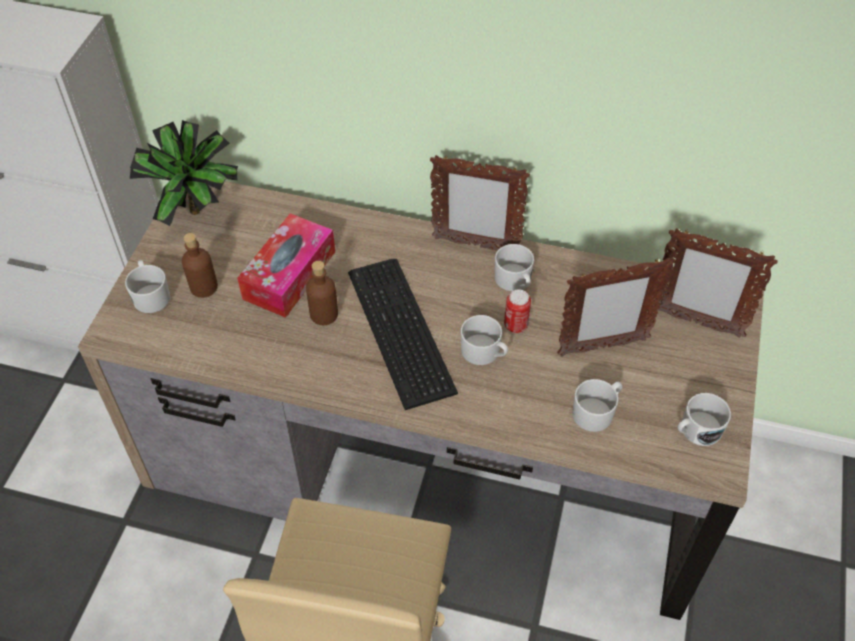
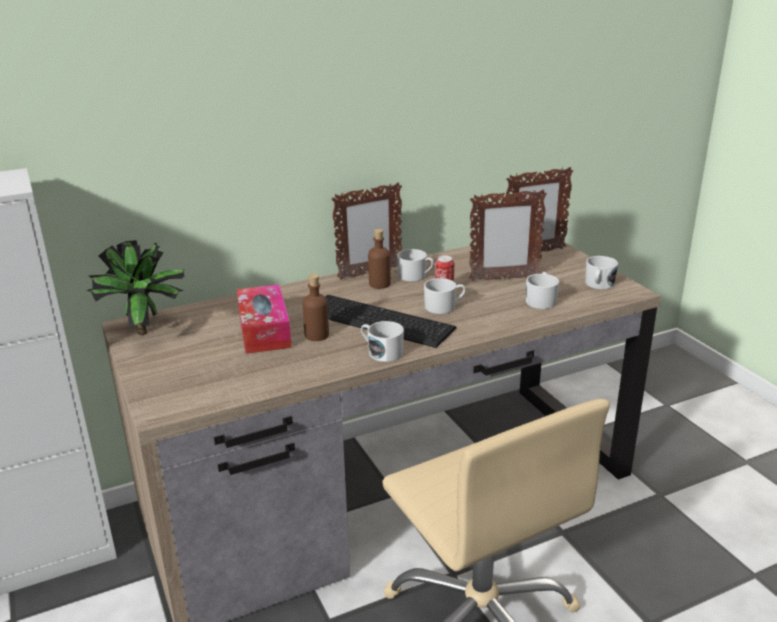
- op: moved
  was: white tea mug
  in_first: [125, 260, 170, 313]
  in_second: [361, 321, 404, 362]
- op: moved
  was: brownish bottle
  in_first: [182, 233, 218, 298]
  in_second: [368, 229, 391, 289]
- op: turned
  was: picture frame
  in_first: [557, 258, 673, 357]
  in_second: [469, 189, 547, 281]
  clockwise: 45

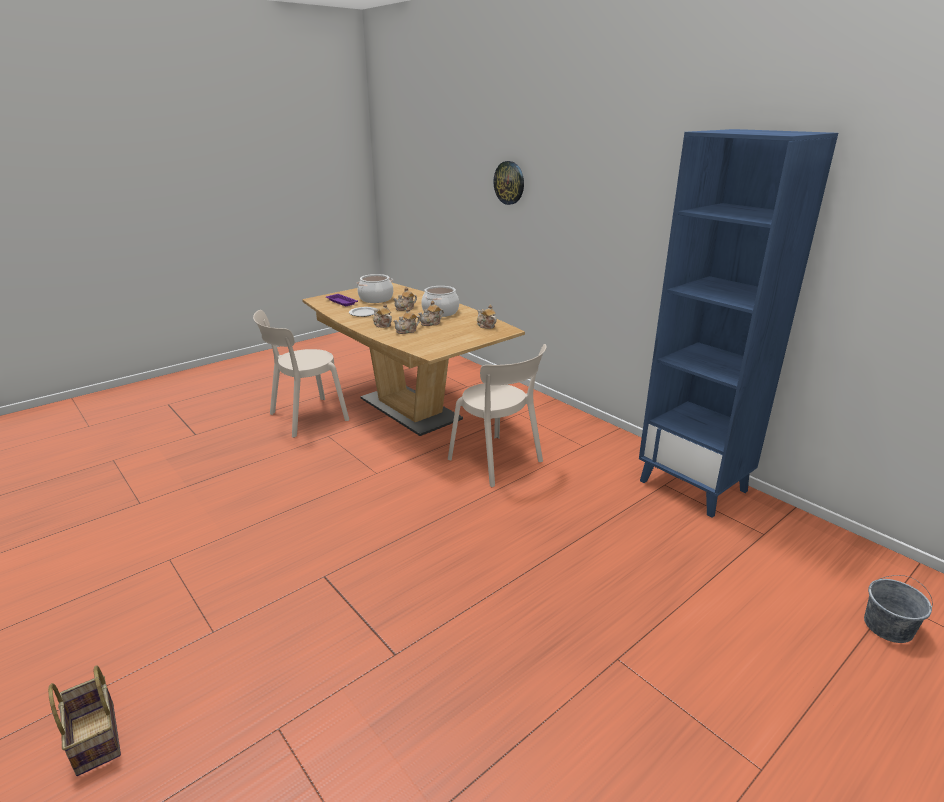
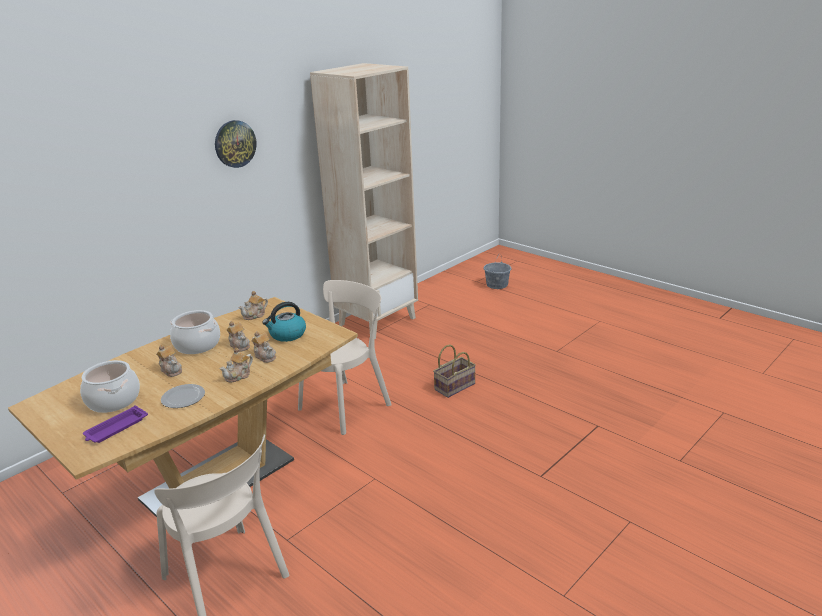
- op: moved
  was: clock on the wall
  in_first: [493, 161, 524, 205]
  in_second: [215, 120, 257, 168]
- op: added
  now: water kettle
  in_second: [262, 302, 306, 342]
- op: recoloured
  was: blue bookshelf
  now: sand-coloured bookshelf
  in_first: [639, 129, 838, 518]
  in_second: [310, 63, 418, 340]
- op: moved
  was: storage basket
  in_first: [48, 665, 121, 776]
  in_second: [433, 344, 476, 398]

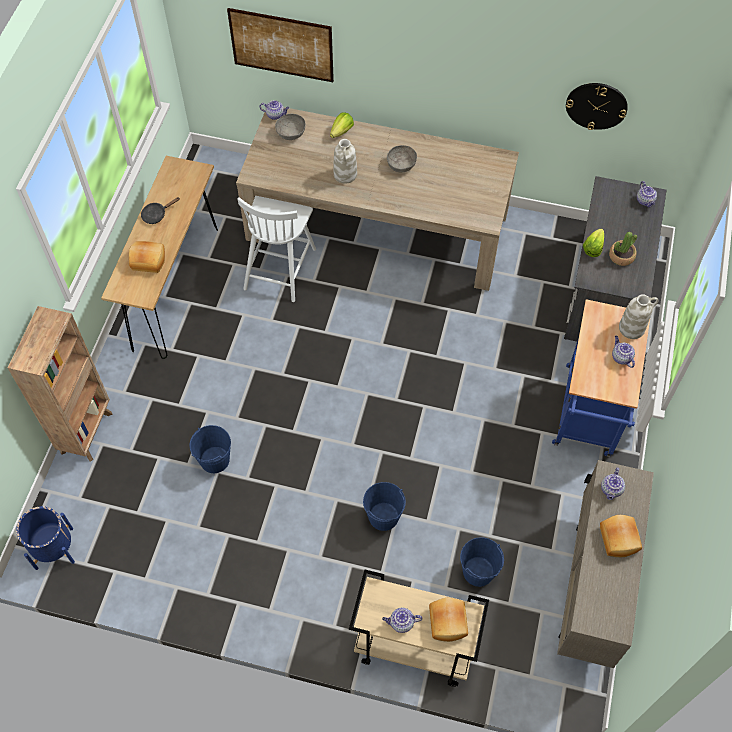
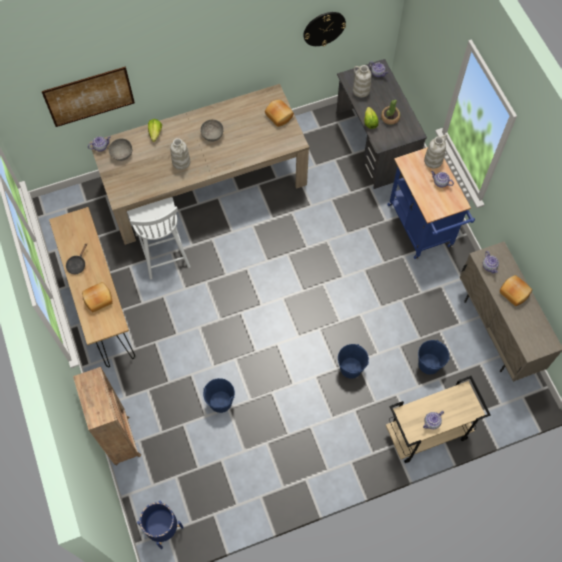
- op: moved
  was: bakery bread
  in_first: [429, 598, 468, 642]
  in_second: [265, 100, 294, 127]
- op: added
  now: white flower vase
  in_second: [353, 65, 371, 97]

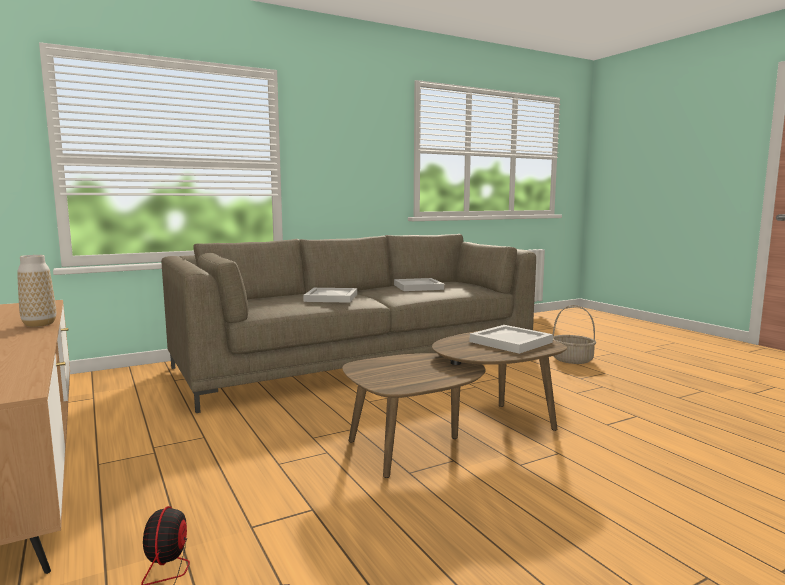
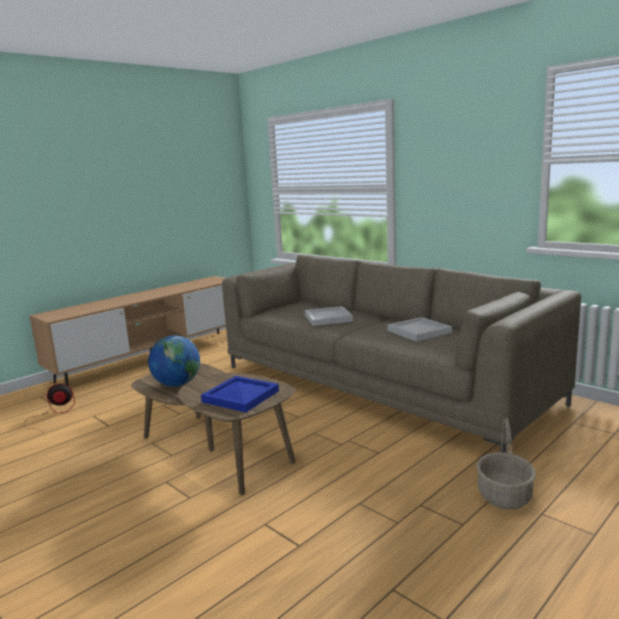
- op: added
  now: desk globe
  in_second: [148, 336, 200, 387]
- op: recoloured
  was: white serving tray
  now: blue serving tray
  in_first: [470, 325, 553, 354]
  in_second: [201, 376, 279, 412]
- op: removed
  was: flower vase
  in_first: [17, 255, 56, 327]

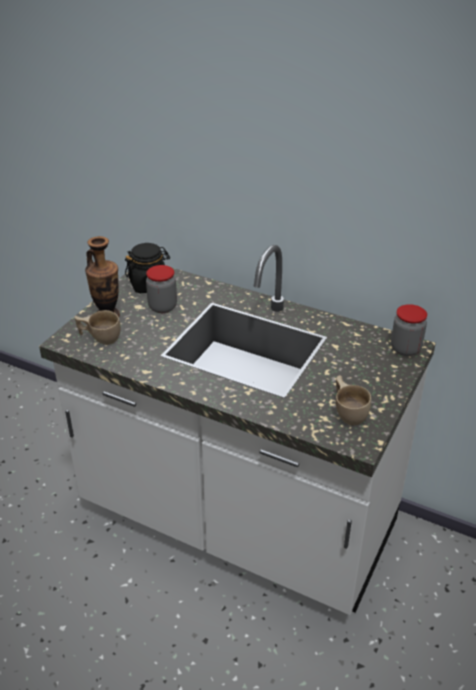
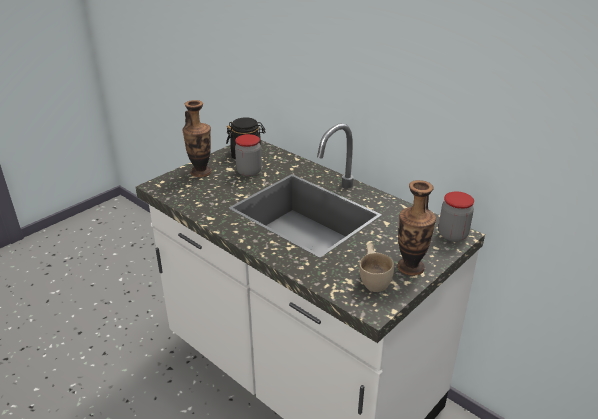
- op: added
  now: flower vase
  in_second: [397, 180, 436, 276]
- op: removed
  was: sand-coloured small cup
  in_first: [75, 310, 121, 345]

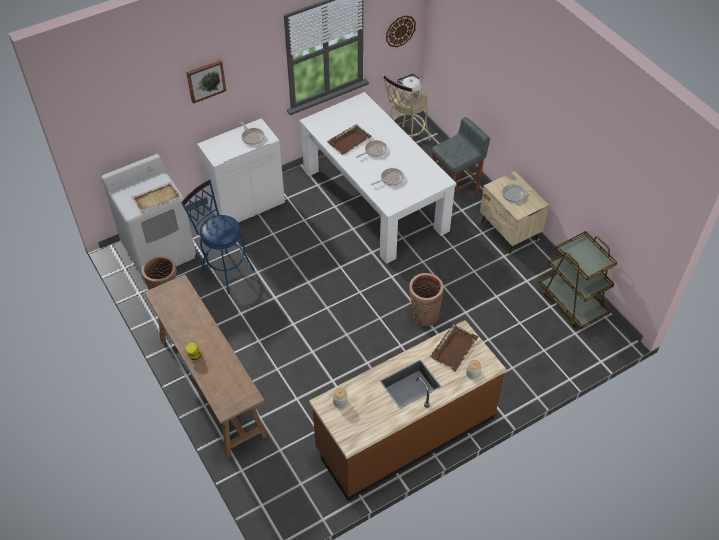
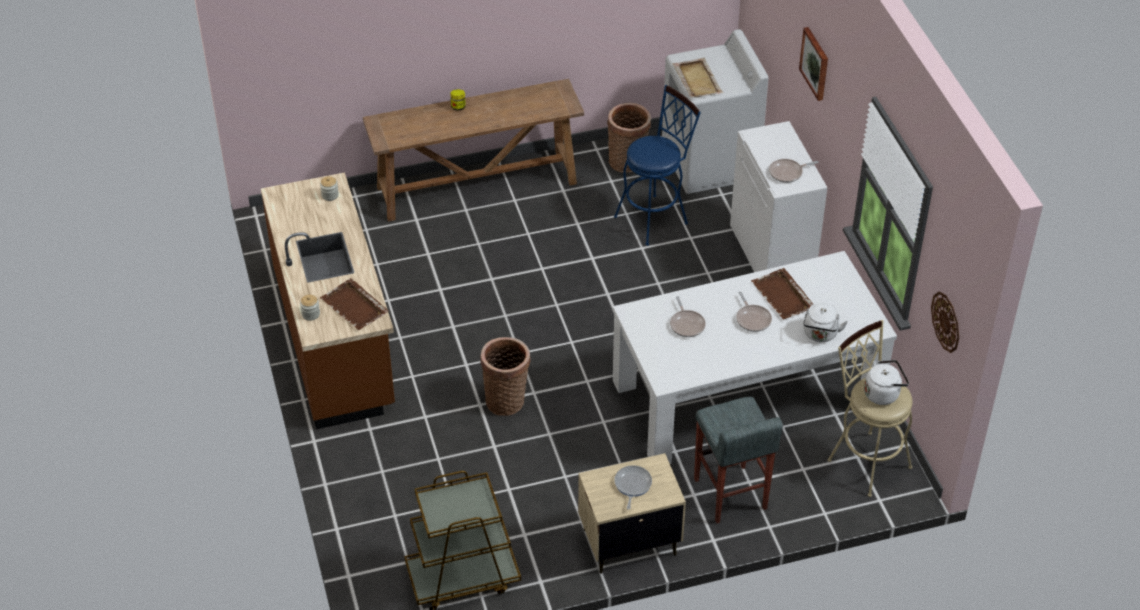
- op: added
  now: white water kettle
  in_second: [803, 302, 848, 342]

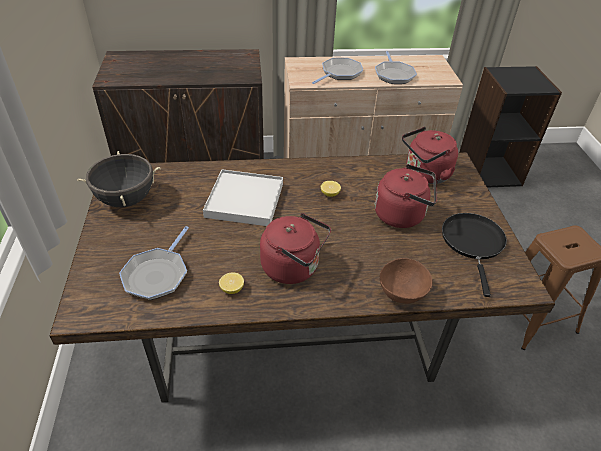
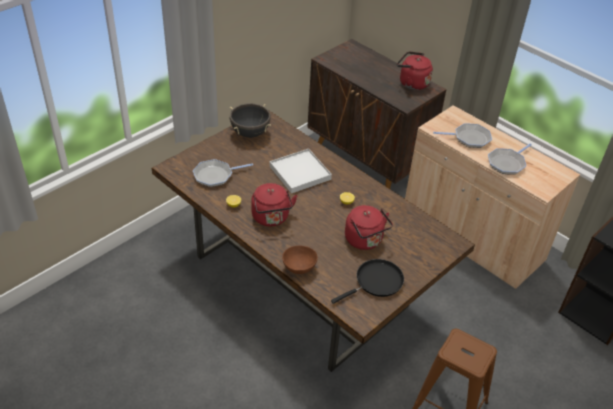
- op: moved
  was: red water kettle
  in_first: [402, 127, 458, 184]
  in_second: [397, 51, 433, 90]

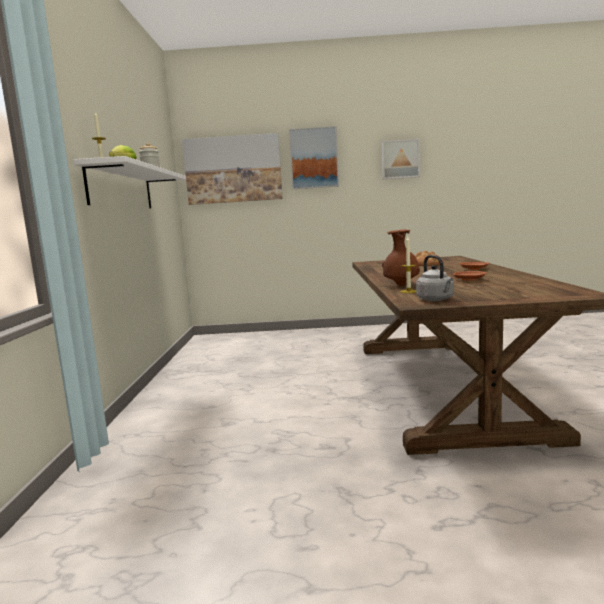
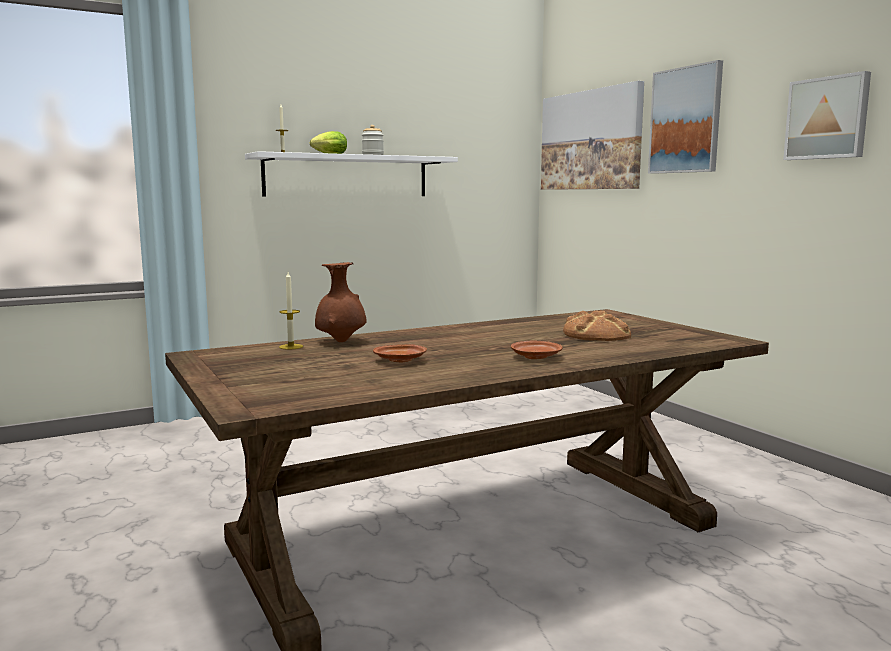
- op: removed
  was: greyish water kettle
  in_first: [416, 255, 454, 301]

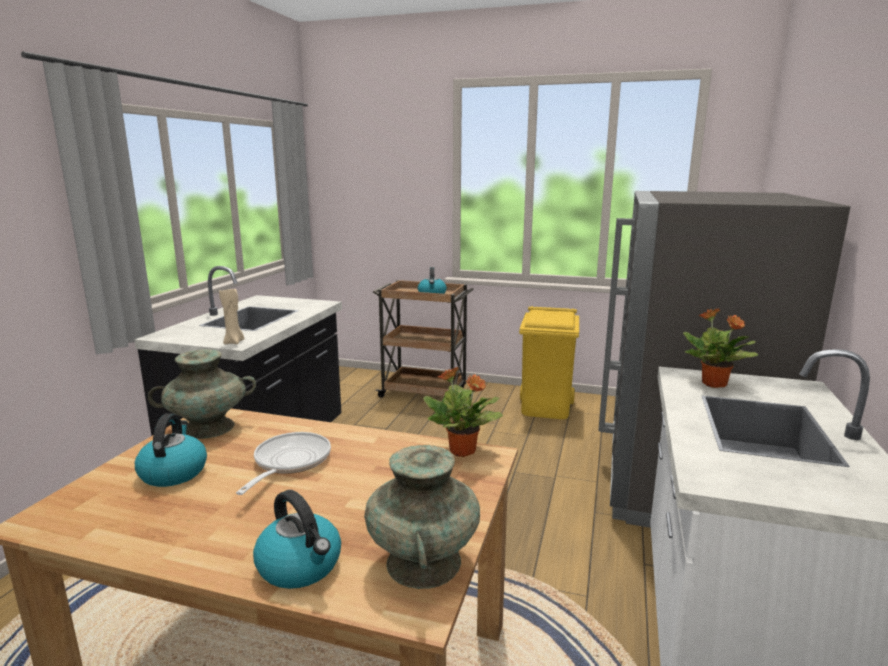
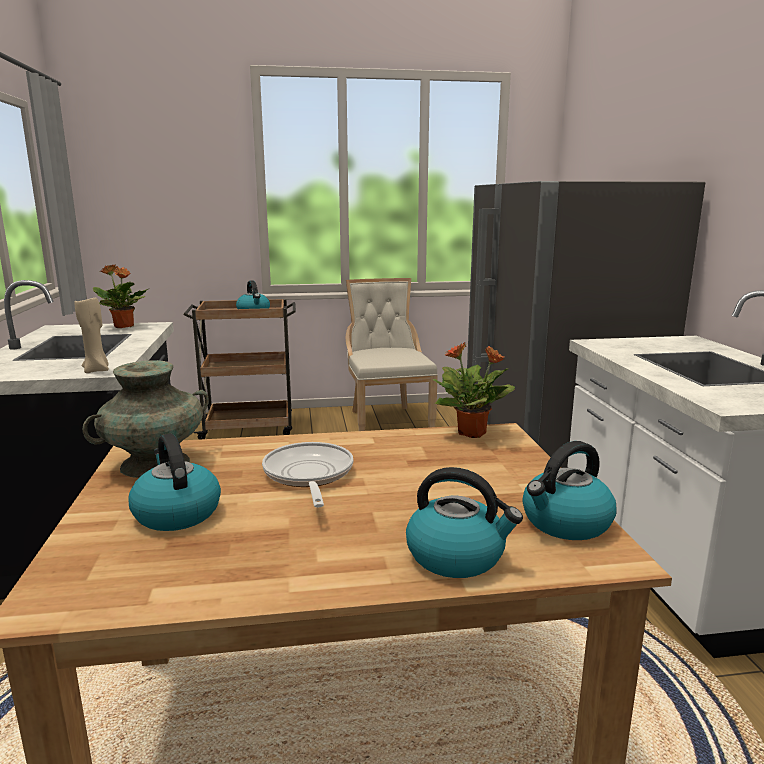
- op: moved
  was: houseplant
  in_first: [683, 308, 759, 388]
  in_second: [93, 265, 148, 328]
- op: replaced
  was: yellow trash can
  now: sand-coloured chair
  in_first: [519, 306, 579, 419]
  in_second: [346, 278, 438, 431]
- op: replaced
  was: turquoise-coloured flower vase
  now: water kettle
  in_first: [364, 445, 480, 589]
  in_second: [522, 441, 617, 540]

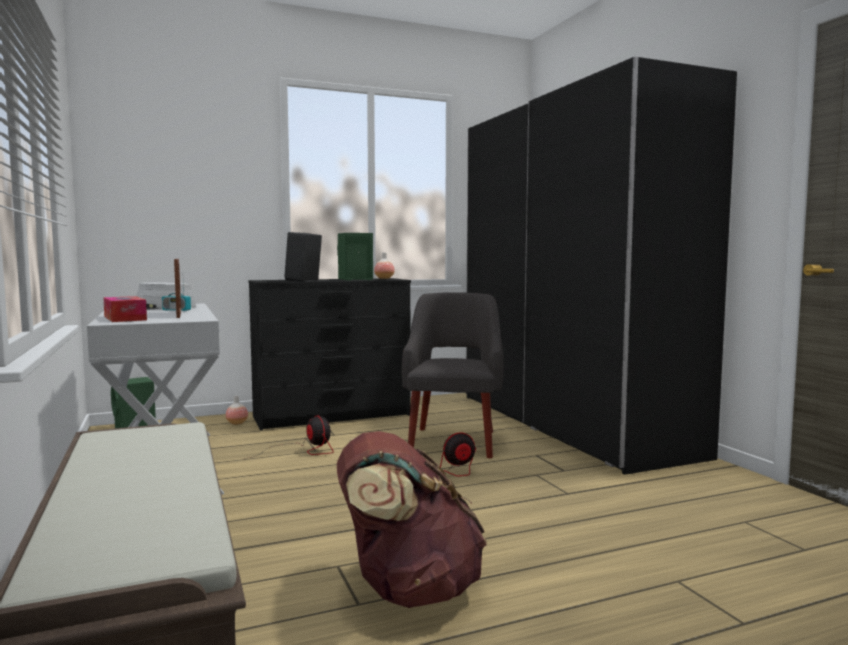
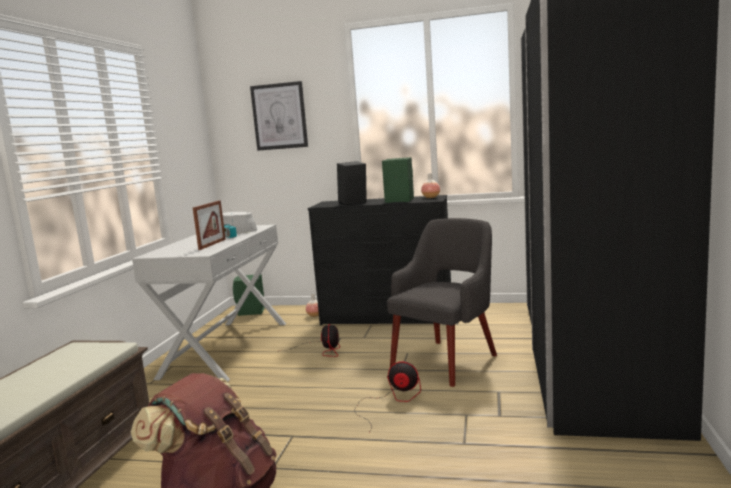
- op: added
  now: wall art
  in_second: [250, 81, 308, 151]
- op: removed
  was: tissue box
  in_first: [103, 296, 147, 322]

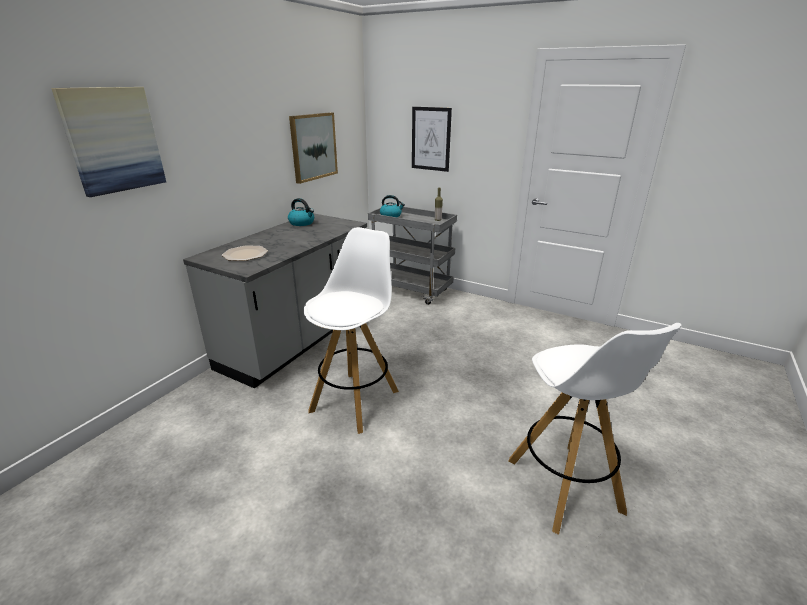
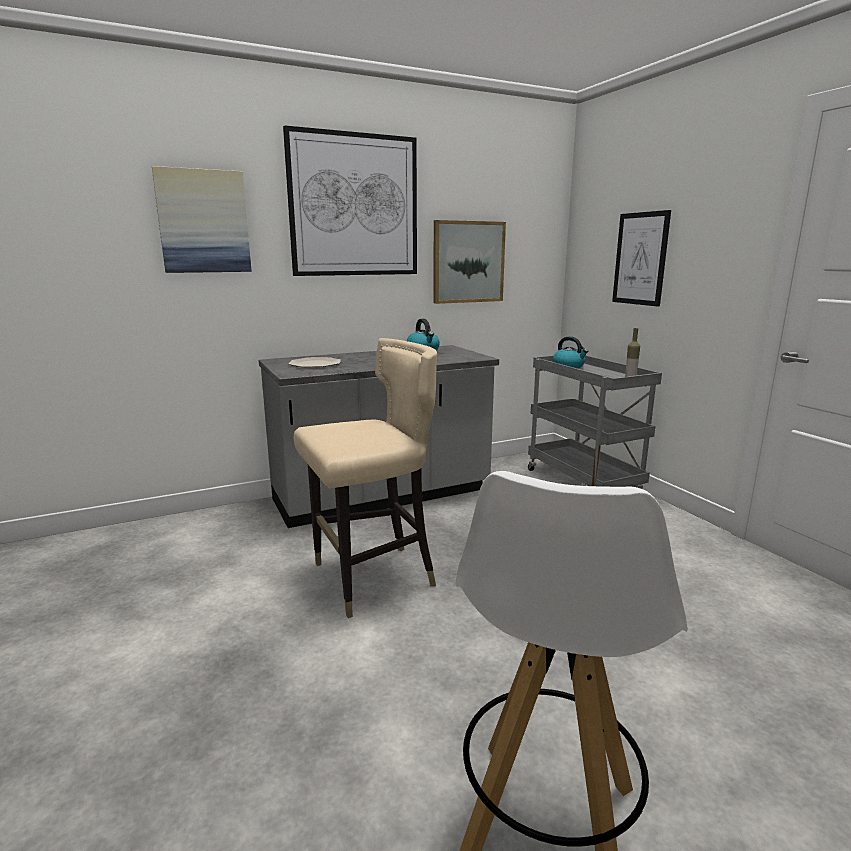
- op: added
  now: wall art
  in_second: [283, 125, 417, 276]
- op: replaced
  was: white stool
  now: sand-coloured chair
  in_first: [304, 227, 399, 434]
  in_second: [294, 338, 437, 618]

